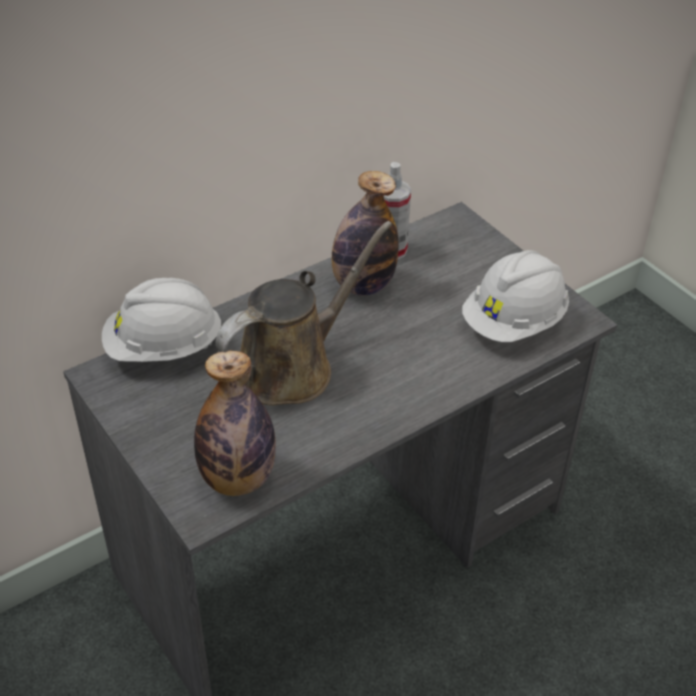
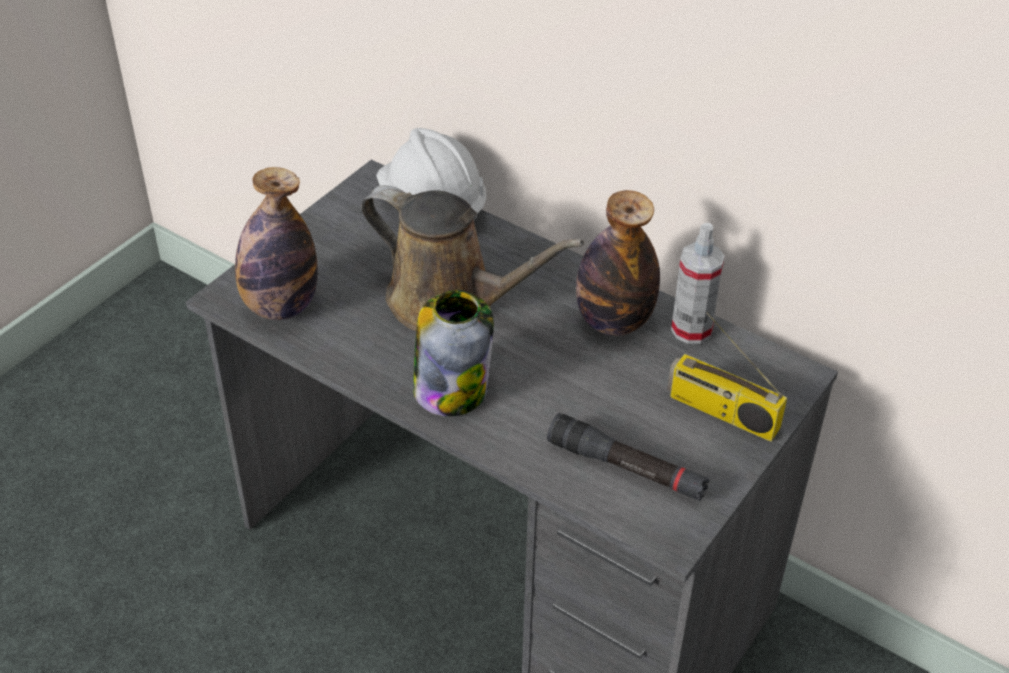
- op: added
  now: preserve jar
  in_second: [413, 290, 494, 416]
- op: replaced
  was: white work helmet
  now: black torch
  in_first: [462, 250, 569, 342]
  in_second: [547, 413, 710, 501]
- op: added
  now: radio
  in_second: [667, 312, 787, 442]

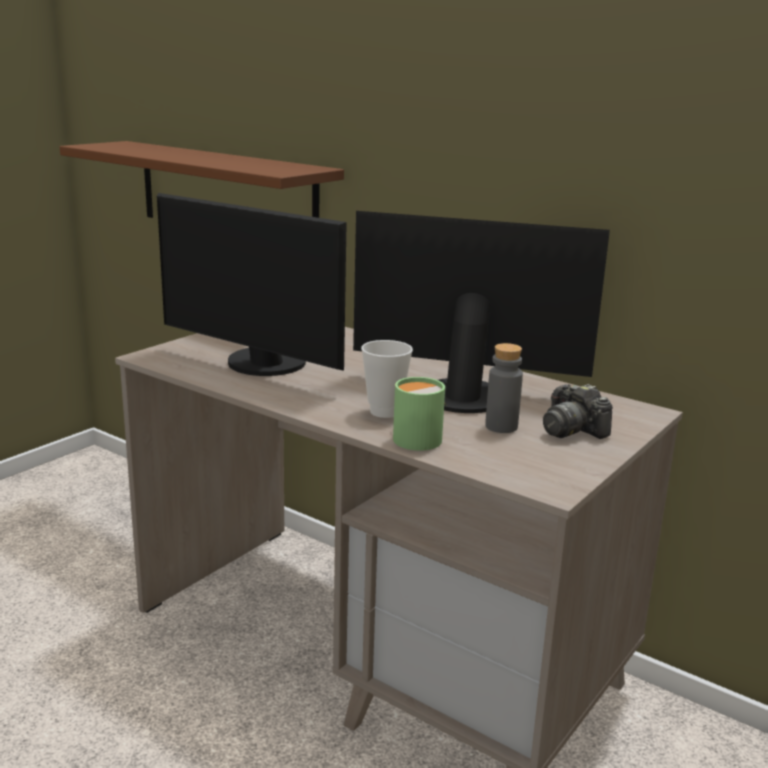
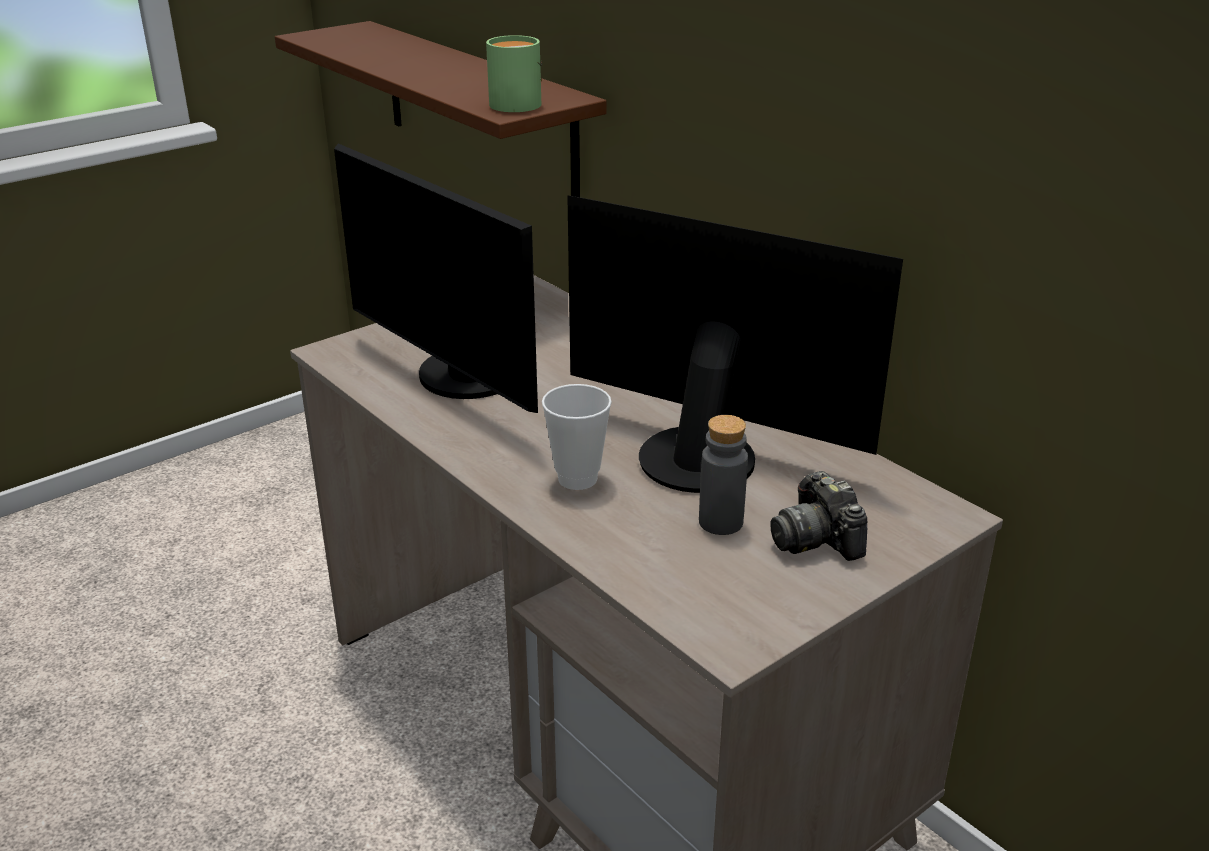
- op: moved
  was: green-coloured tea mug
  in_first: [393, 377, 446, 451]
  in_second: [486, 35, 542, 112]

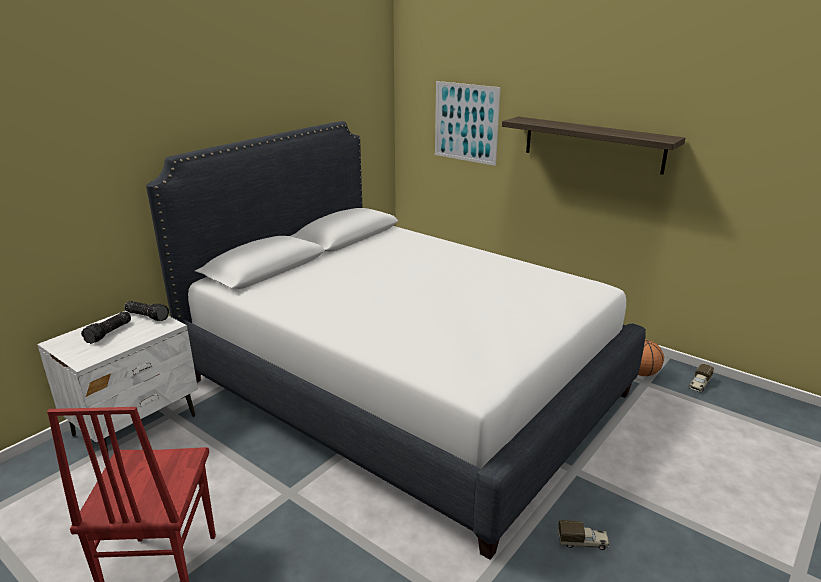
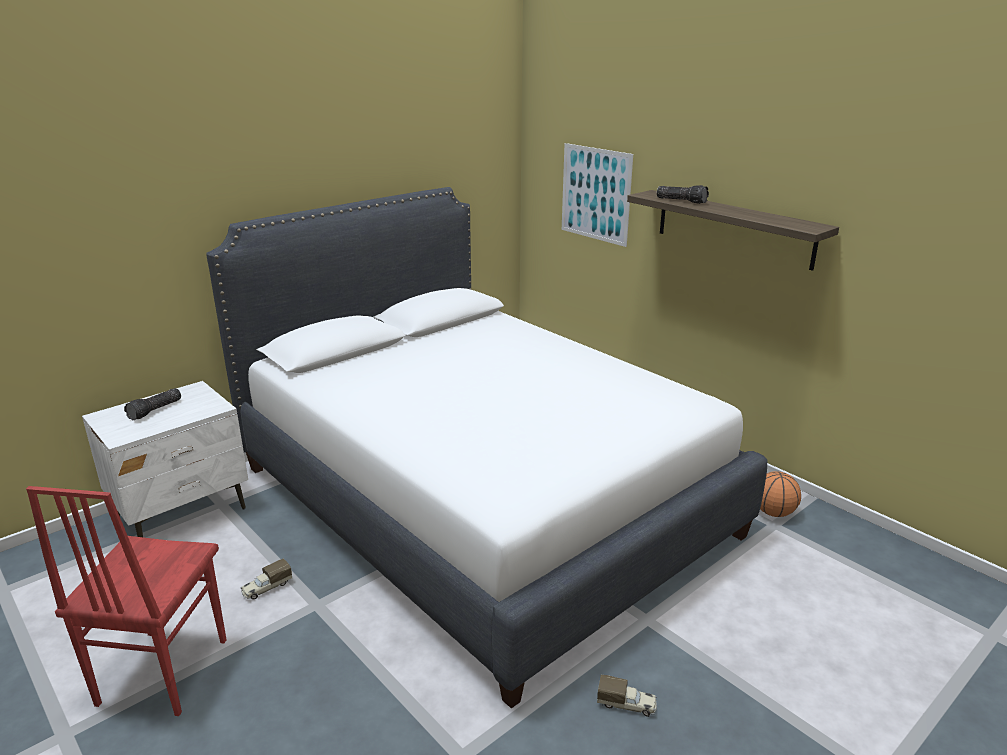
- op: moved
  was: toy truck
  in_first: [689, 364, 714, 392]
  in_second: [241, 559, 292, 599]
- op: moved
  was: torch
  in_first: [124, 301, 169, 321]
  in_second: [657, 185, 709, 204]

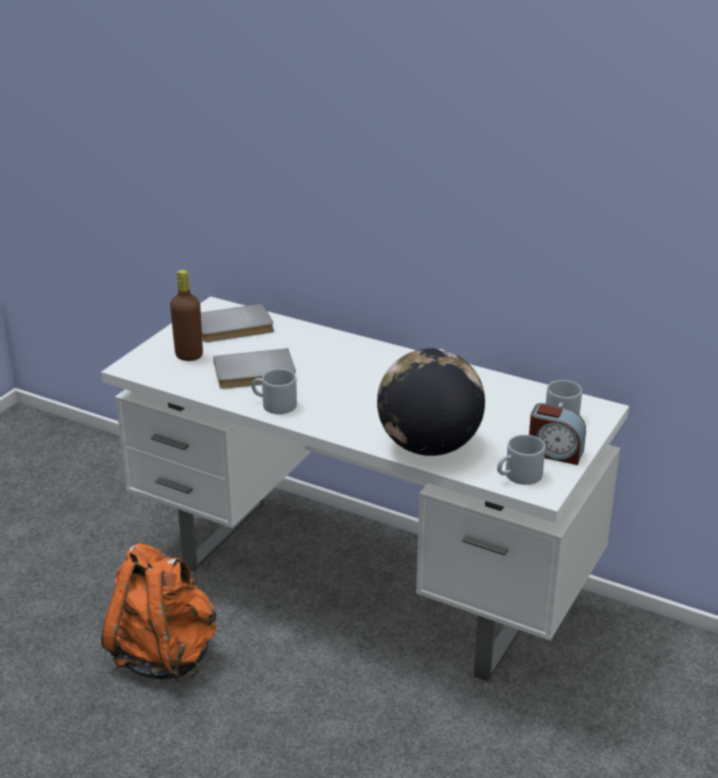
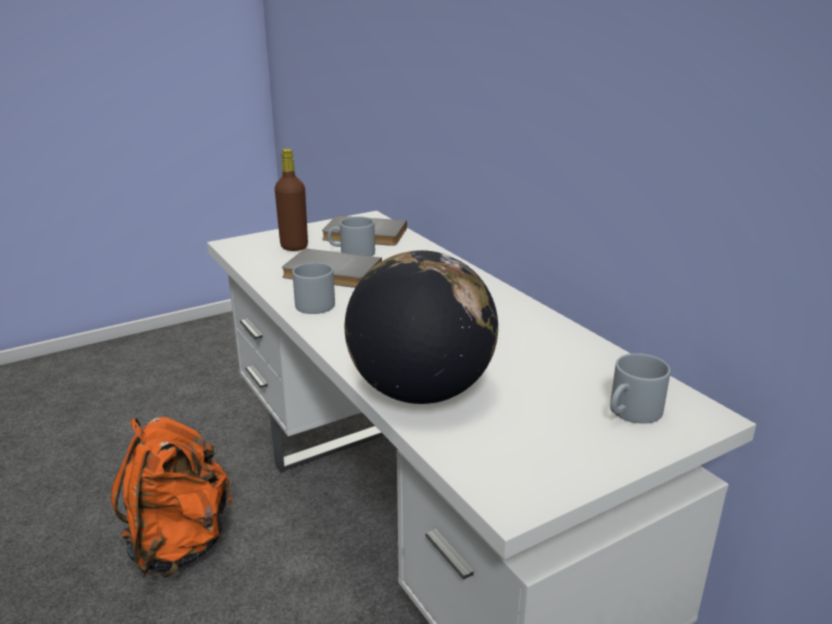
- op: moved
  was: greyish tea mug
  in_first: [497, 435, 545, 485]
  in_second: [327, 216, 375, 256]
- op: removed
  was: alarm clock
  in_first: [529, 403, 586, 465]

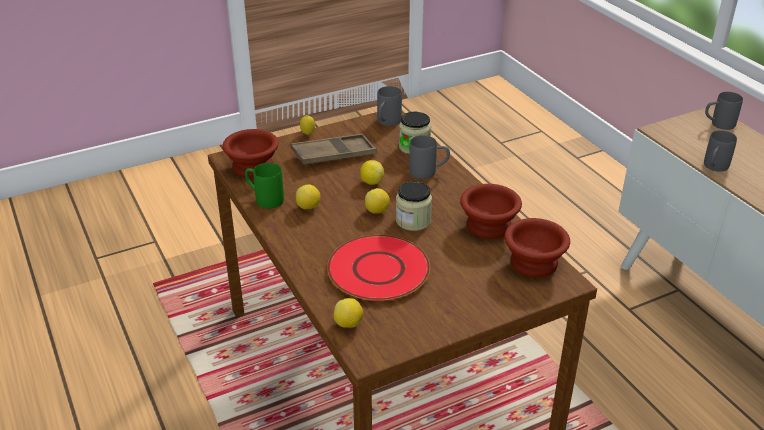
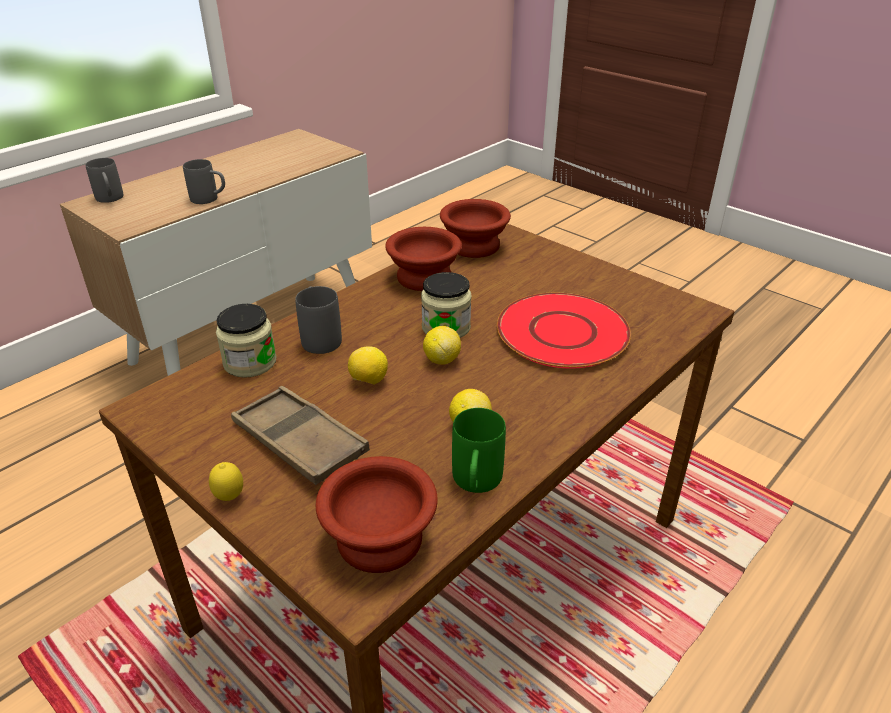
- op: removed
  was: lemon
  in_first: [334, 298, 363, 328]
- op: removed
  was: greyish tea mug
  in_first: [377, 86, 402, 126]

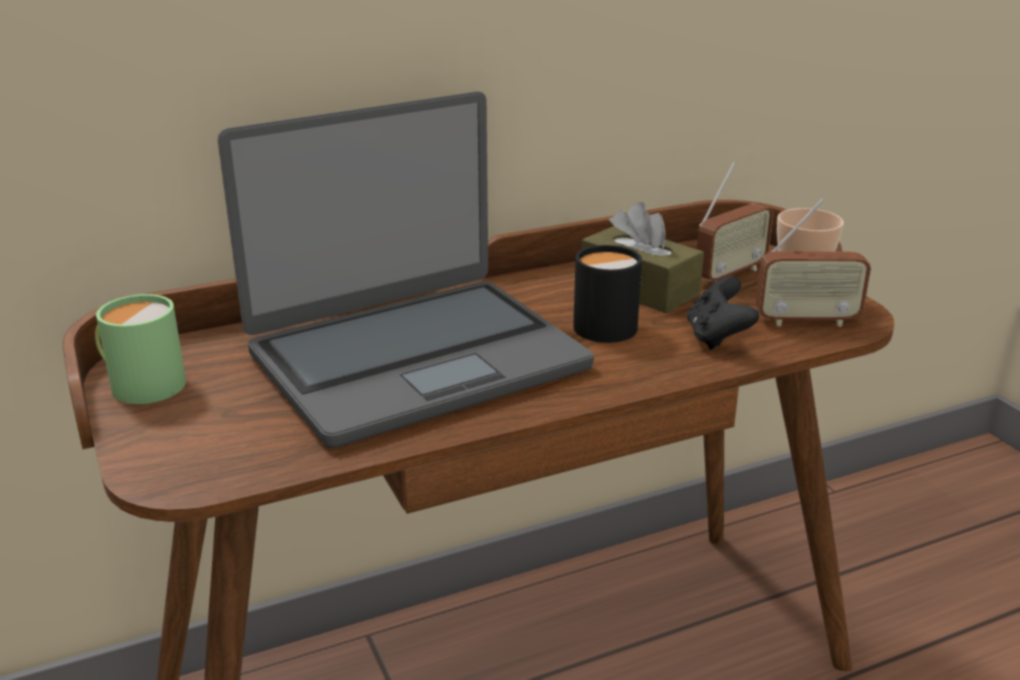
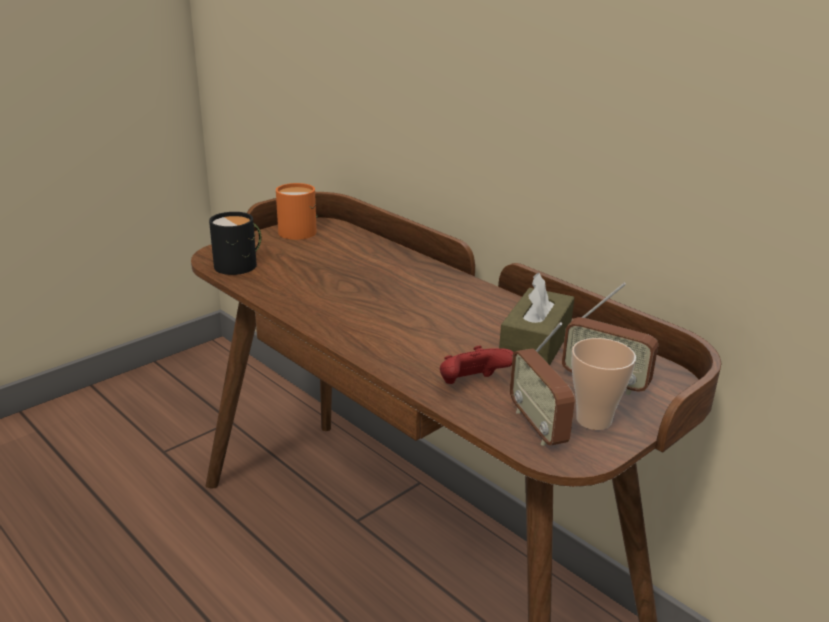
- op: moved
  was: black tea mug
  in_first: [573, 245, 643, 343]
  in_second: [209, 212, 261, 275]
- op: recoloured
  was: green-coloured tea mug
  now: orange-coloured tea mug
  in_first: [95, 294, 186, 404]
  in_second: [276, 183, 318, 240]
- op: recoloured
  was: black game controller
  now: red game controller
  in_first: [687, 276, 759, 350]
  in_second: [440, 345, 514, 384]
- op: removed
  was: laptop
  in_first: [218, 91, 594, 448]

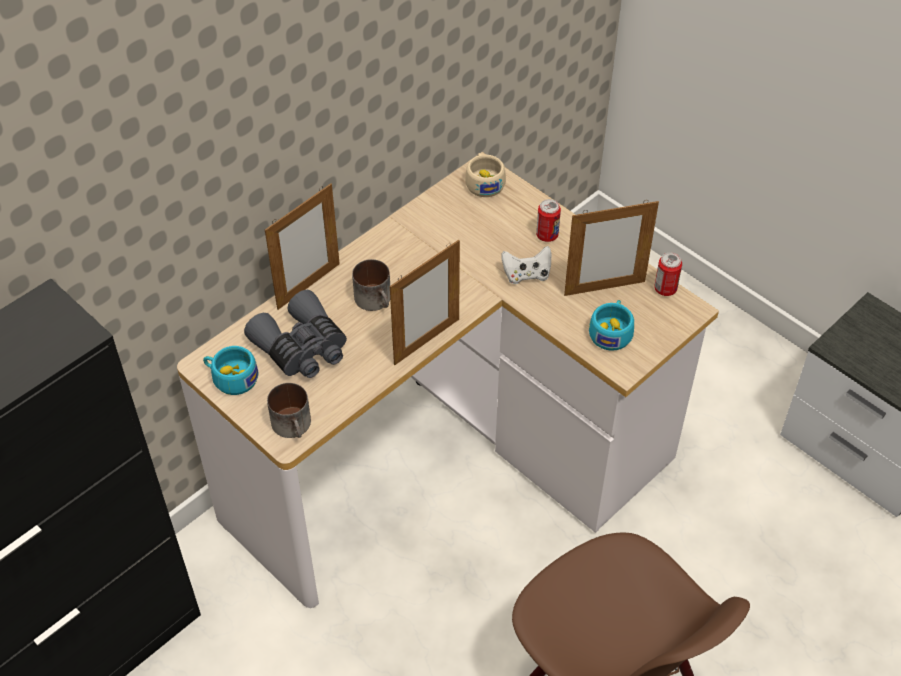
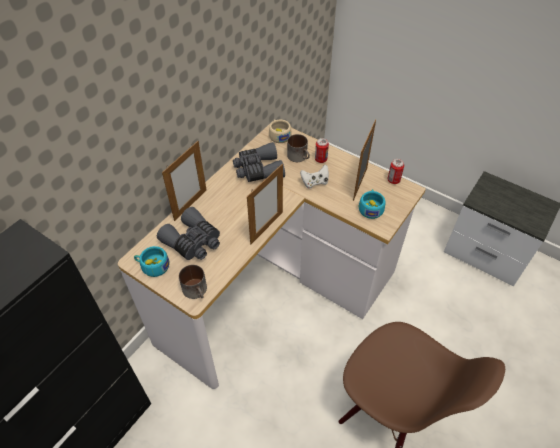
- op: added
  now: greyish binoculars
  in_second: [233, 142, 285, 182]
- op: moved
  was: tea mug
  in_first: [352, 259, 390, 311]
  in_second: [287, 134, 310, 162]
- op: turned
  was: picture frame
  in_first: [564, 200, 659, 296]
  in_second: [353, 119, 376, 201]
  clockwise: 135

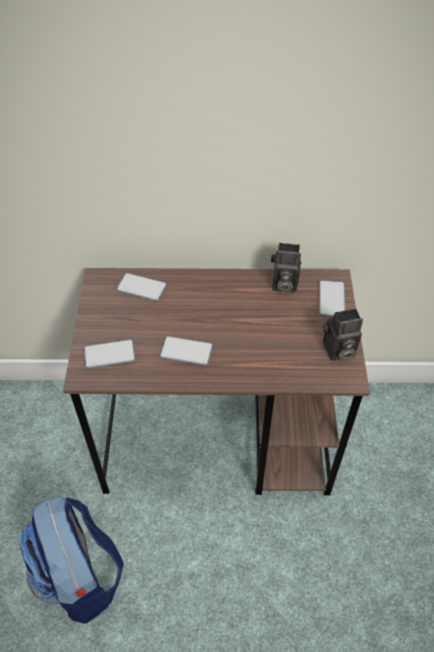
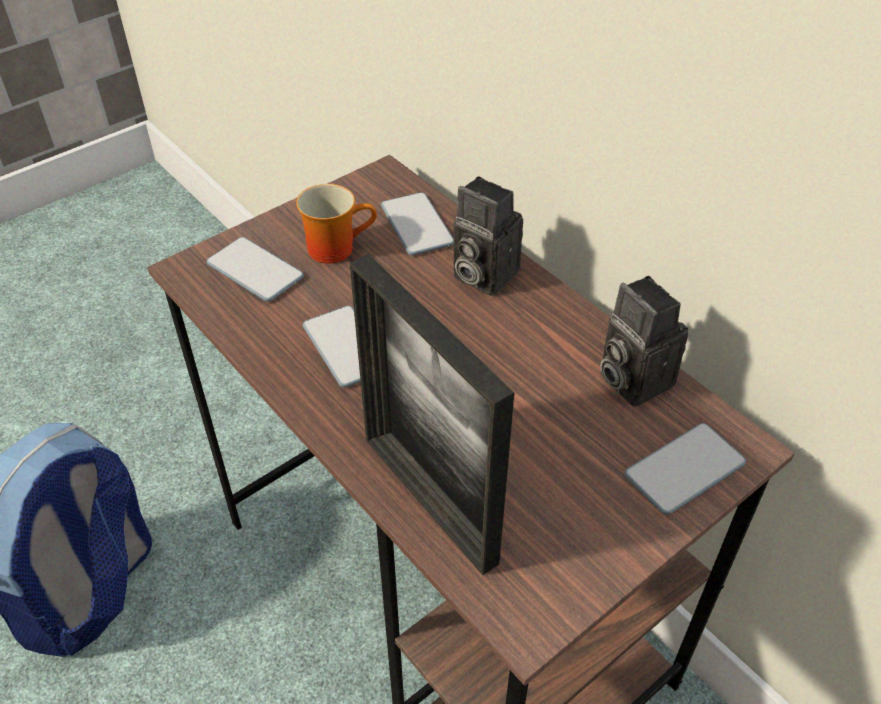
- op: added
  now: tea mug
  in_second: [296, 184, 377, 264]
- op: added
  now: picture frame
  in_second: [350, 254, 515, 575]
- op: moved
  was: still camera
  in_first: [323, 308, 363, 361]
  in_second: [453, 176, 523, 296]

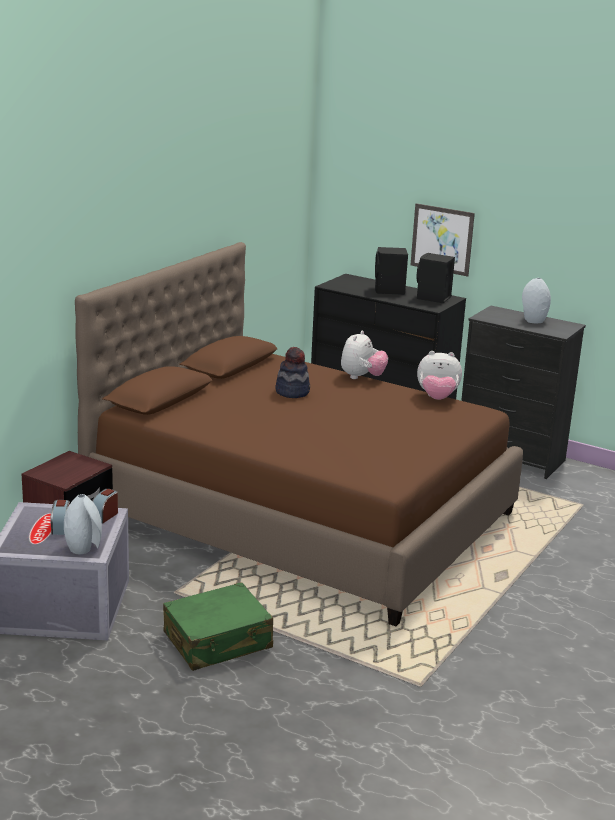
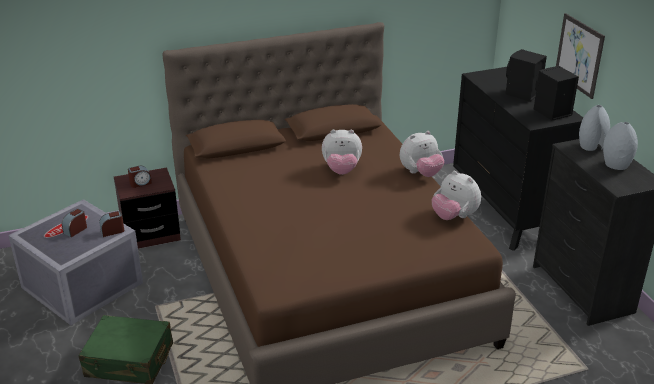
- op: added
  now: alarm clock
  in_second: [128, 166, 152, 188]
- op: replaced
  was: clothing hat
  now: cuddly toy
  in_first: [276, 347, 310, 398]
  in_second: [322, 130, 362, 175]
- op: moved
  was: greyish flower vase
  in_first: [64, 494, 102, 554]
  in_second: [579, 105, 610, 151]

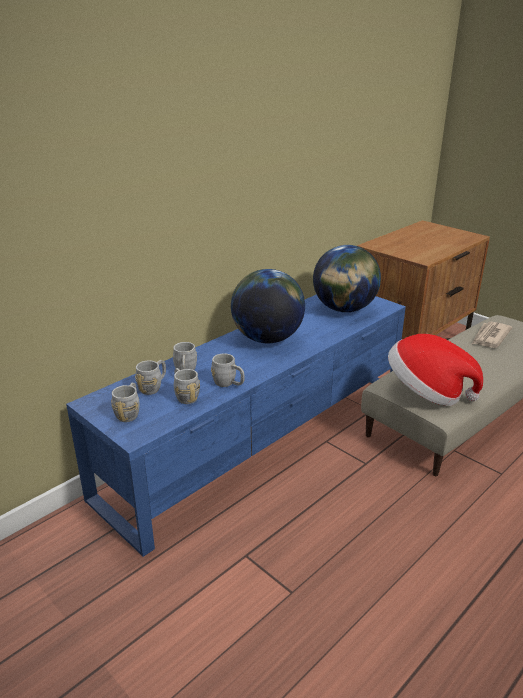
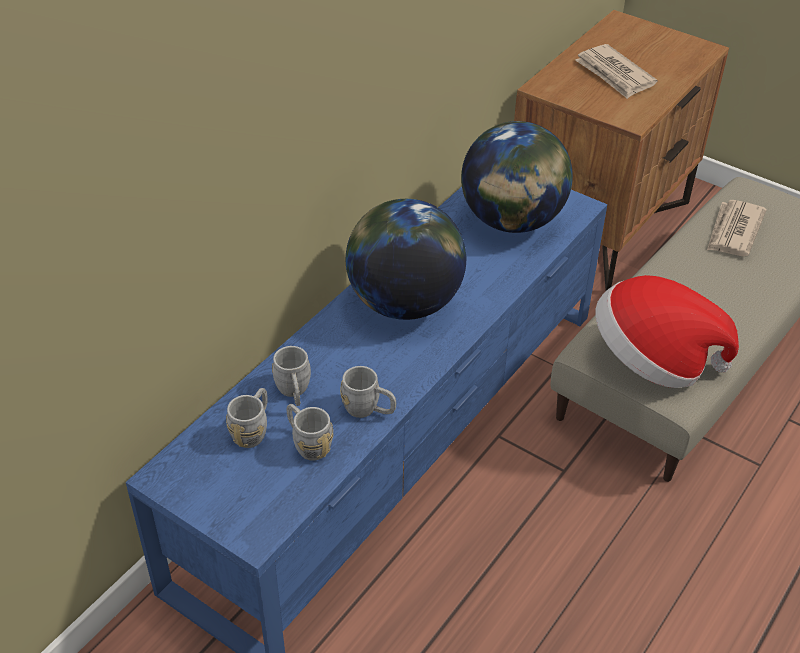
- op: added
  now: daily paper
  in_second: [575, 44, 658, 99]
- op: removed
  was: greyish tea mug
  in_first: [111, 383, 140, 422]

